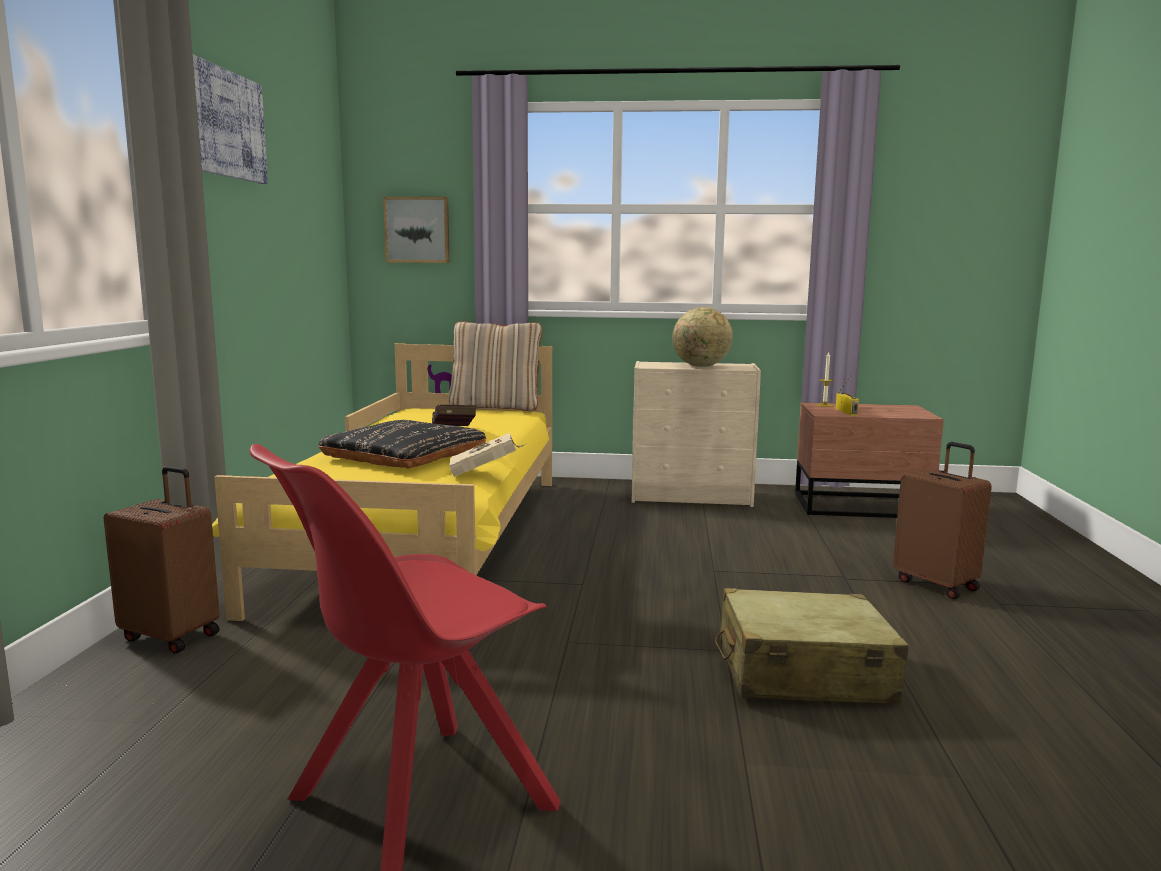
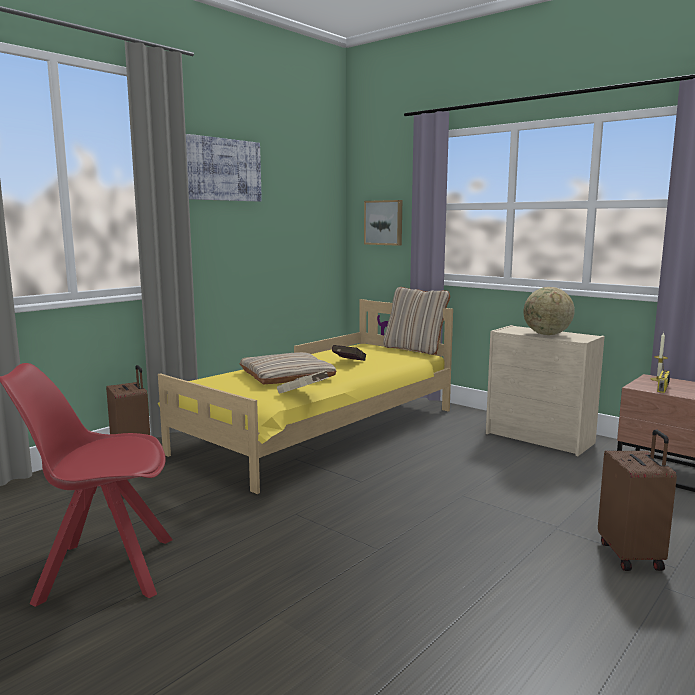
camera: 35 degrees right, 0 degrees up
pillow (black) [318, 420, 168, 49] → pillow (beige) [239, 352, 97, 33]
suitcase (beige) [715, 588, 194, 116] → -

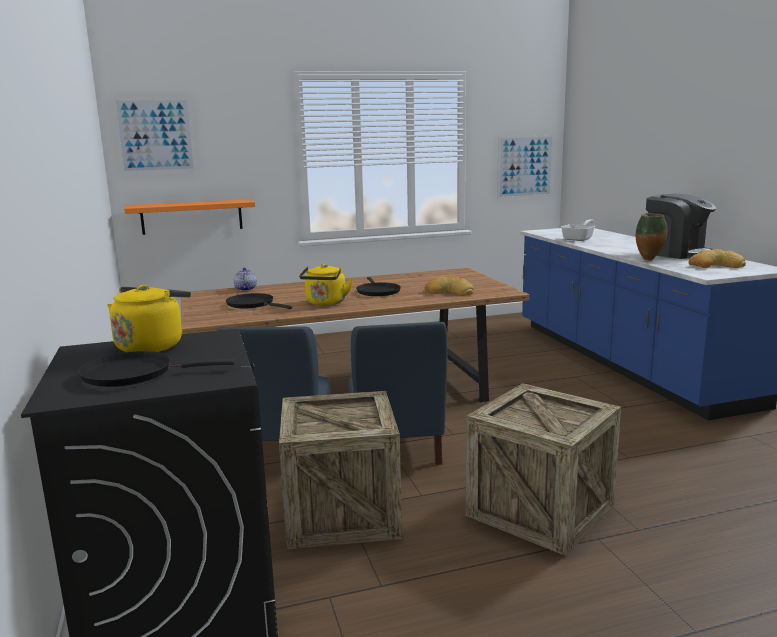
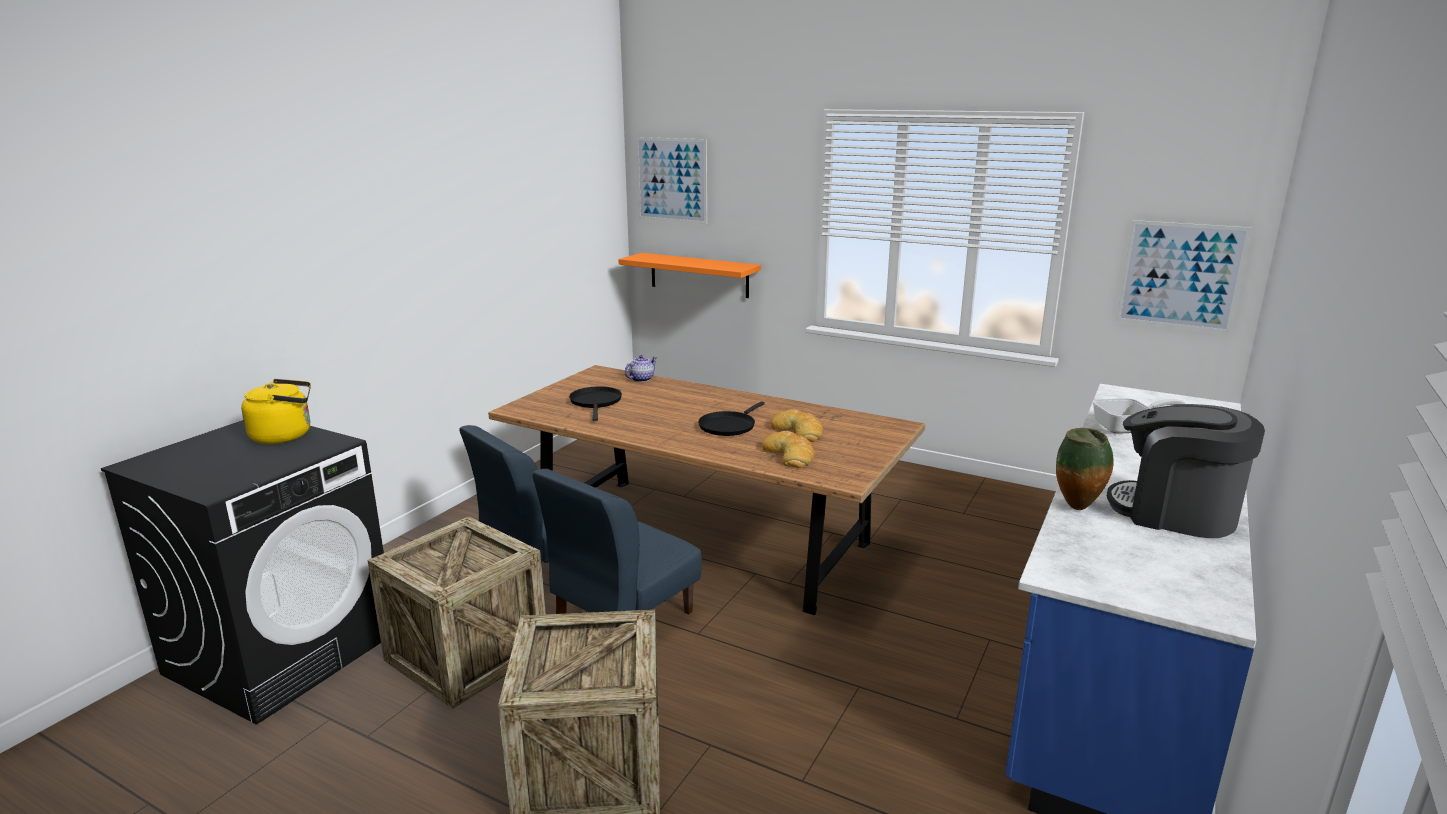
camera: 45 degrees right, 5 degrees up
bread [689, 249, 57, 19] → bread [770, 409, 53, 33], moved
coffee machine [646, 194, 70, 65] → coffee machine [1107, 404, 158, 134], 120 degrees clockwise
frying pan (black) [78, 351, 157, 36] → -
kettle (yellow) [299, 264, 54, 42] → -

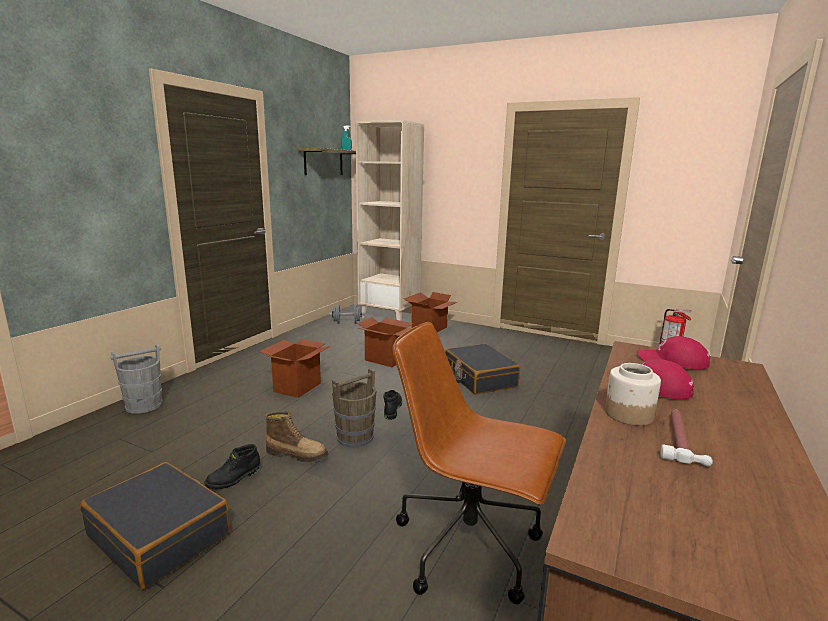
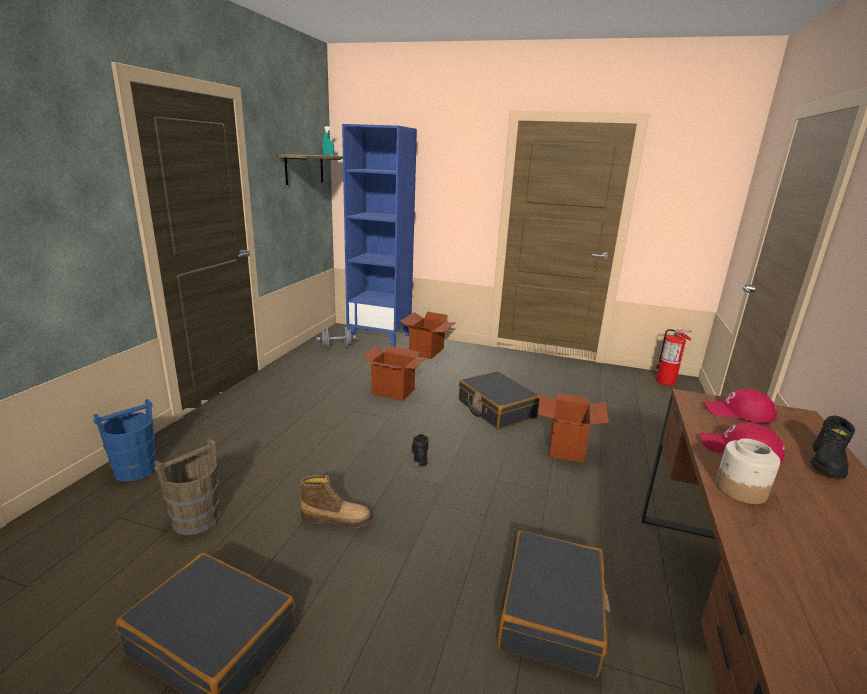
camera: 10 degrees left, 5 degrees up
bucket (grey) [110, 344, 53, 70] → bucket (blue) [93, 399, 63, 83]
bucket (brown) [332, 368, 45, 80] → bucket (brown) [154, 439, 66, 96], moved
bookcase (beige) [355, 120, 69, 201] → bookcase (blue) [342, 124, 75, 223]
office chair (brown) [392, 322, 174, 282] → suitcase (black) [498, 530, 112, 148]
cardboard box [259, 339, 72, 59] → cardboard box [538, 393, 71, 70], moved
boot (black) [205, 444, 56, 45] → boot (black) [811, 416, 44, 63], moved
hammer [660, 410, 53, 56] → -

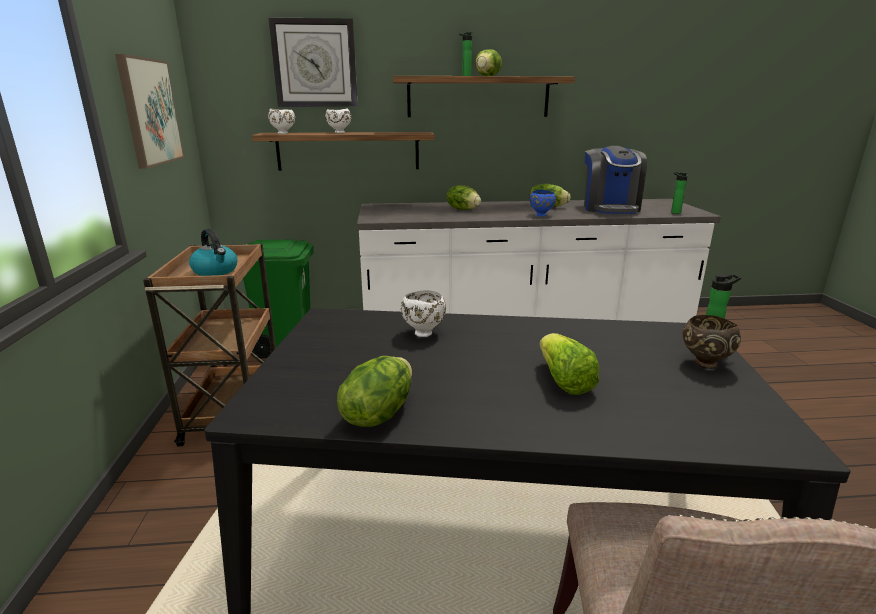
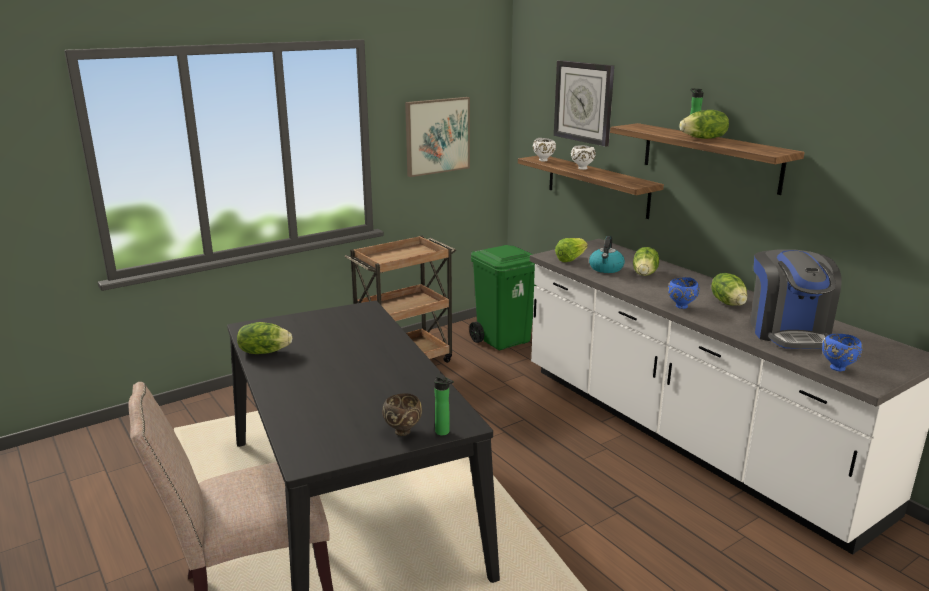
camera: 60 degrees right, 0 degrees up
lettuce [540, 333, 60, 62] → lettuce [555, 238, 33, 24], moved
kettle [189, 229, 48, 47] → kettle [589, 236, 36, 37], moved
coffee machine [584, 146, 63, 68] → coffee machine [751, 249, 91, 100], 60 degrees counterclockwise
bottle [671, 172, 16, 42] → bowl (blue) [822, 334, 41, 37]
bowl (white) [401, 290, 45, 47] → -

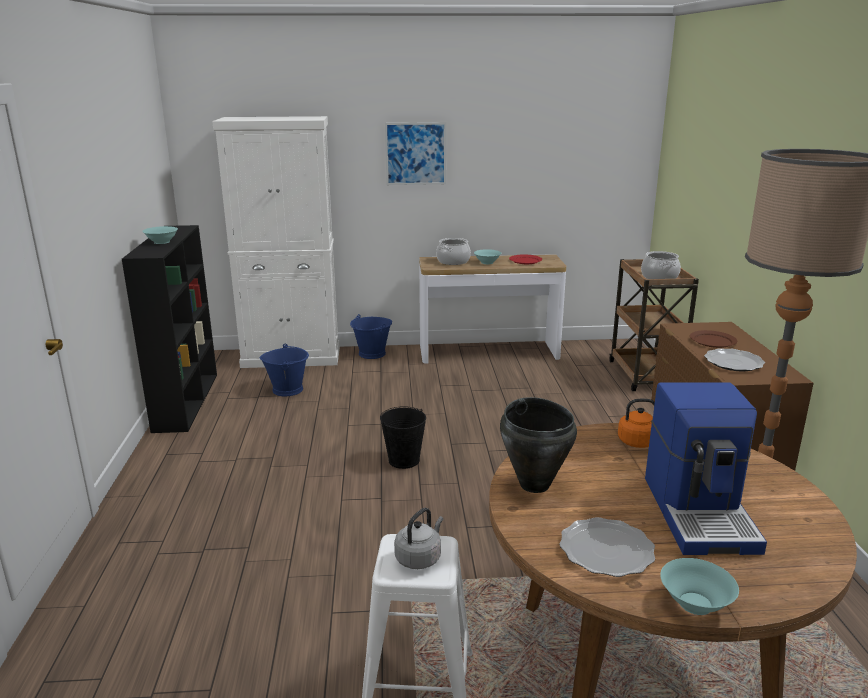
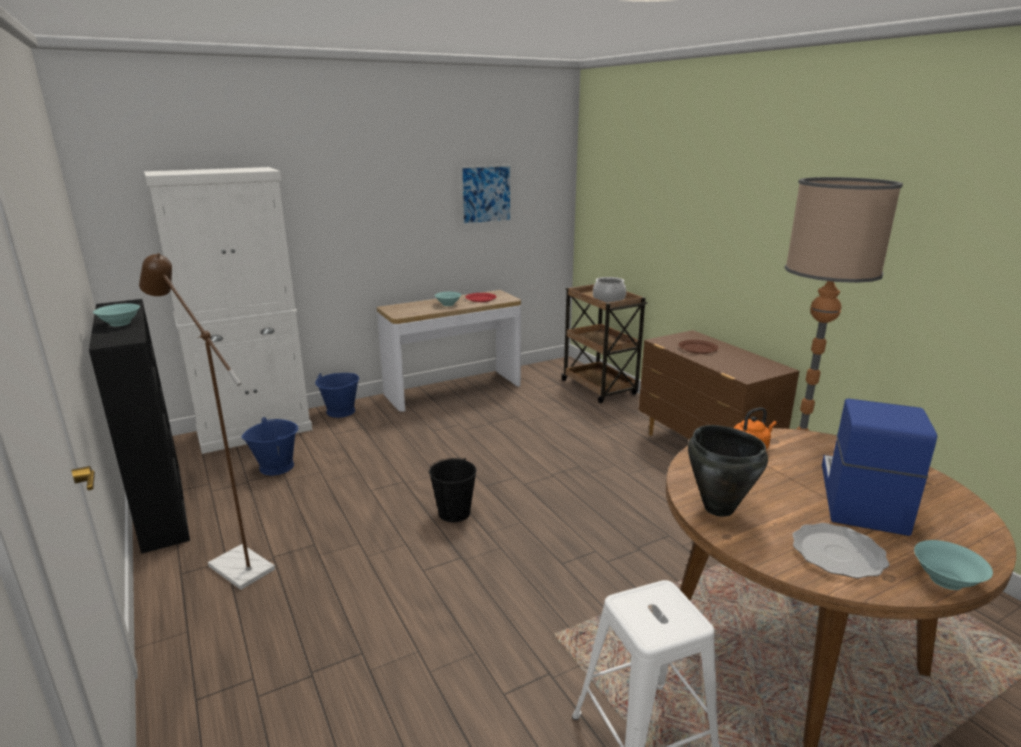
camera: 25 degrees left, 0 degrees up
- → floor lamp (brown) [139, 253, 136, 337]
picture [385, 122, 61, 63] → picture [460, 164, 52, 62], moved
coffee machine [645, 382, 122, 173] → coffee machine [822, 398, 115, 138], 135 degrees counterclockwise
kettle (grey) [394, 508, 49, 61] → -
cooking pot [436, 238, 35, 27] → -
plate [704, 348, 61, 23] → -

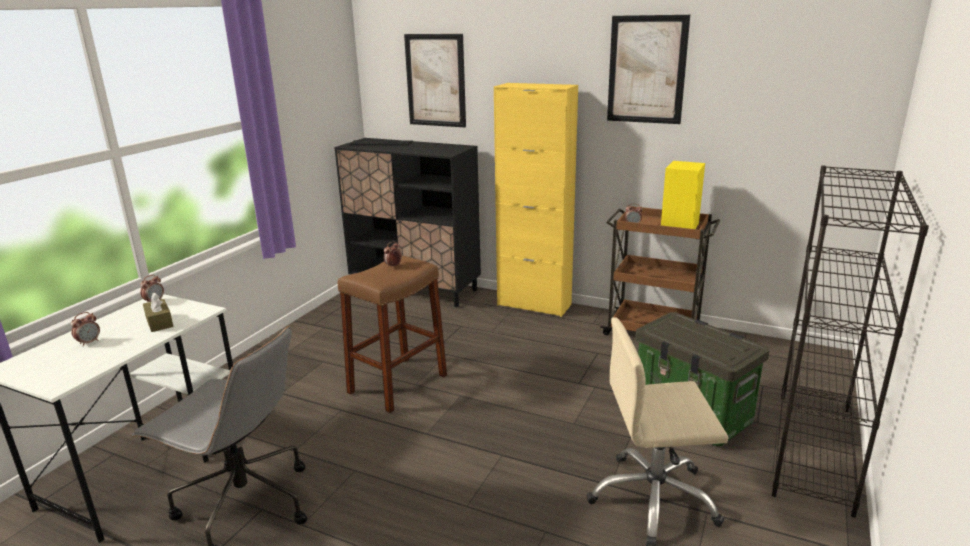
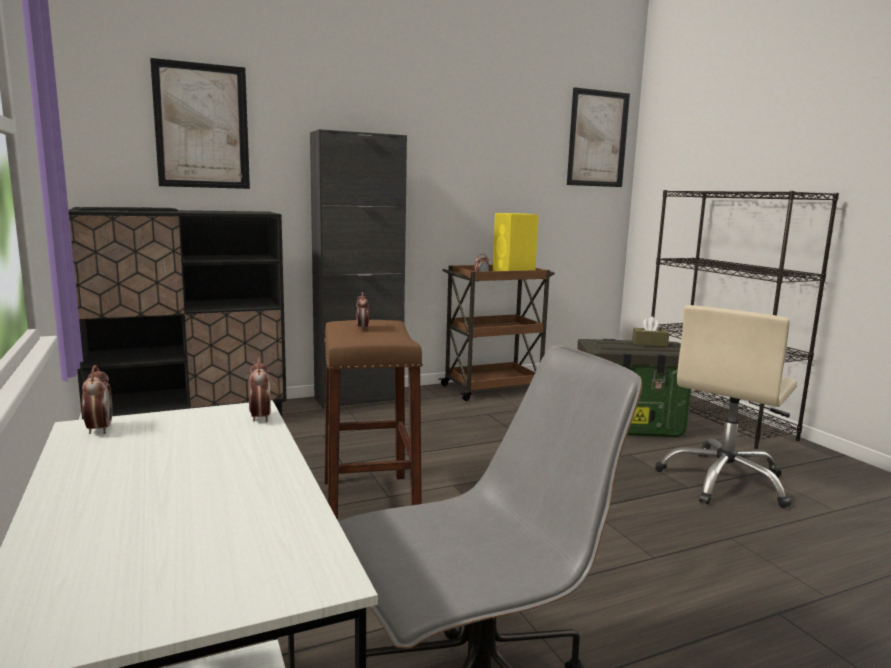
camera: 50 degrees left, 10 degrees down
alarm clock [71, 312, 29, 34] → alarm clock [249, 357, 22, 65], moved
cabinet (yellow) [494, 83, 84, 234] → cabinet (black) [310, 129, 97, 280]
picture [607, 15, 83, 109] → picture [567, 87, 63, 100], moved
tissue box (brown) [143, 292, 31, 40] → tissue box (brown) [632, 317, 37, 30], moved

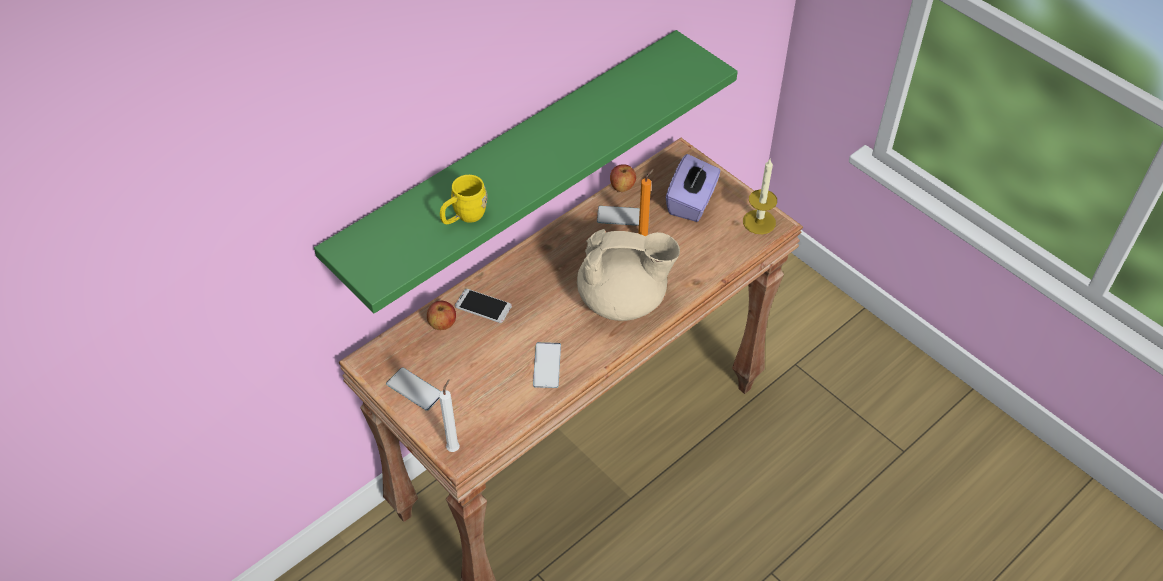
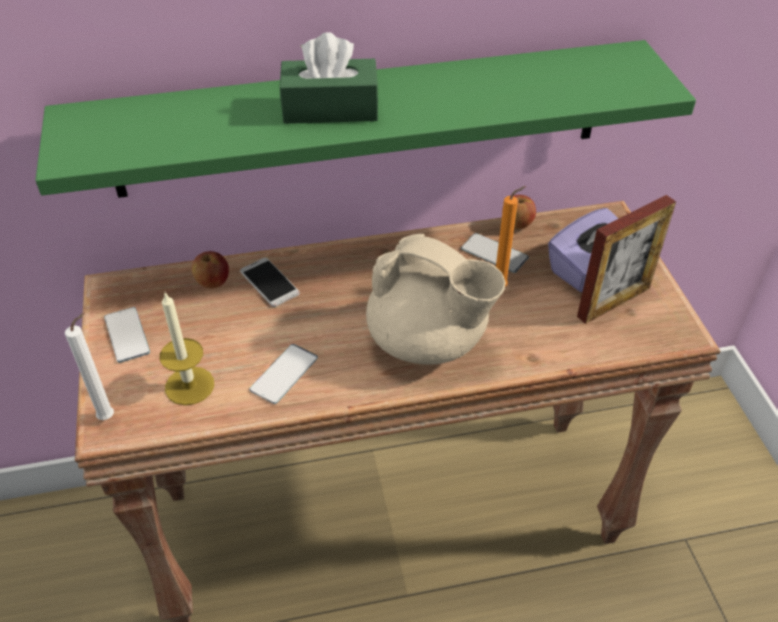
camera: 30 degrees right, 5 degrees down
candle [743, 159, 34, 75] → candle [160, 293, 54, 112], moved
- → tissue box (green) [280, 32, 99, 92]
- → picture frame [577, 195, 99, 129]
mug (yellow) [440, 175, 47, 49] → -

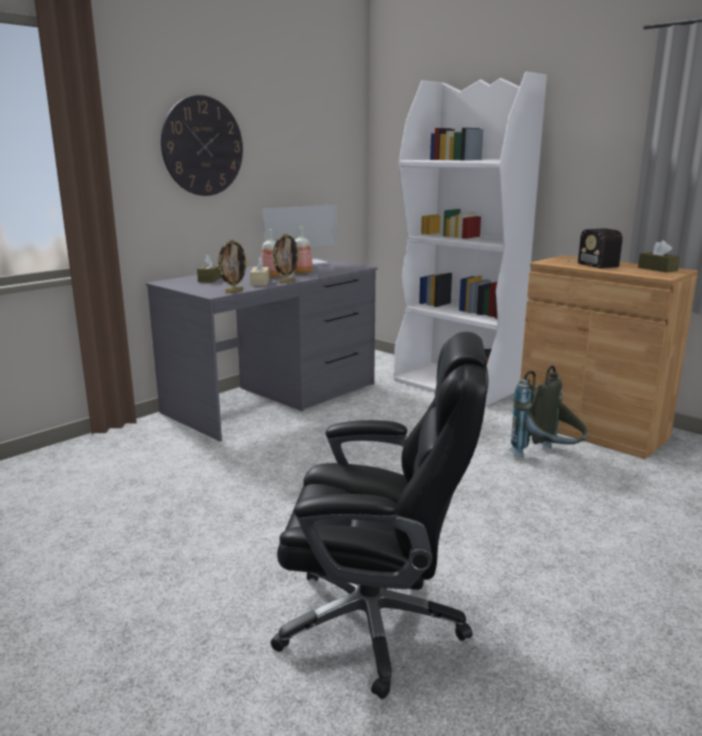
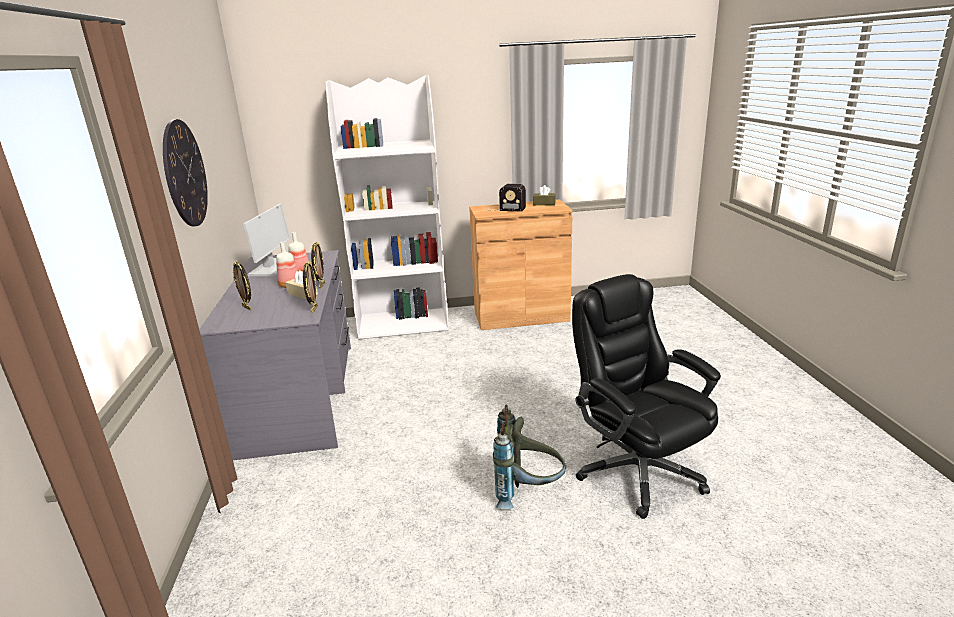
camera: 50 degrees left, 5 degrees up
tissue box (brown) [197, 254, 24, 29] → picture frame [233, 261, 18, 49]
backpack (grey) [508, 366, 80, 91] → backpack (grey) [493, 405, 73, 104], moved
office chair (black) [270, 332, 218, 367] → office chair (black) [572, 274, 149, 245], 75 degrees counterclockwise

